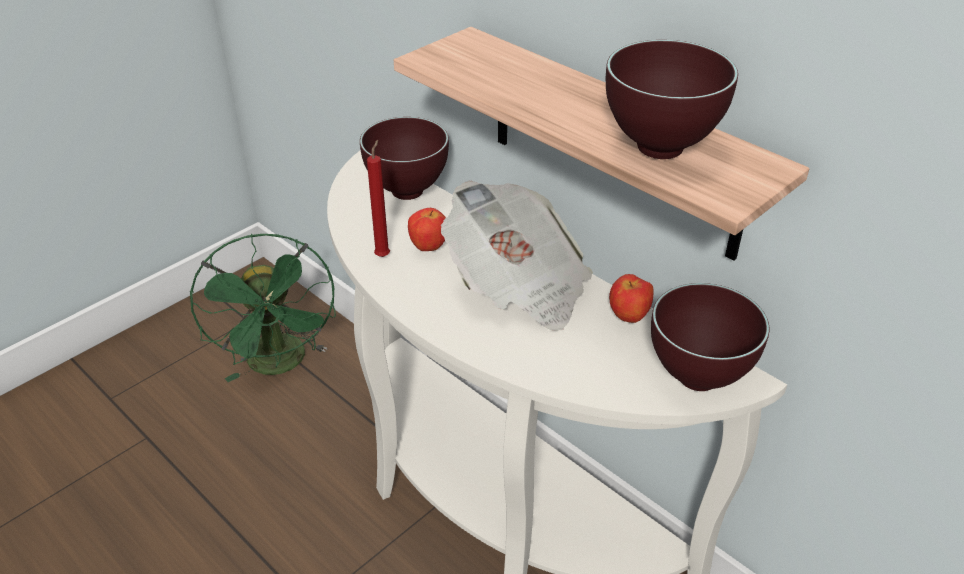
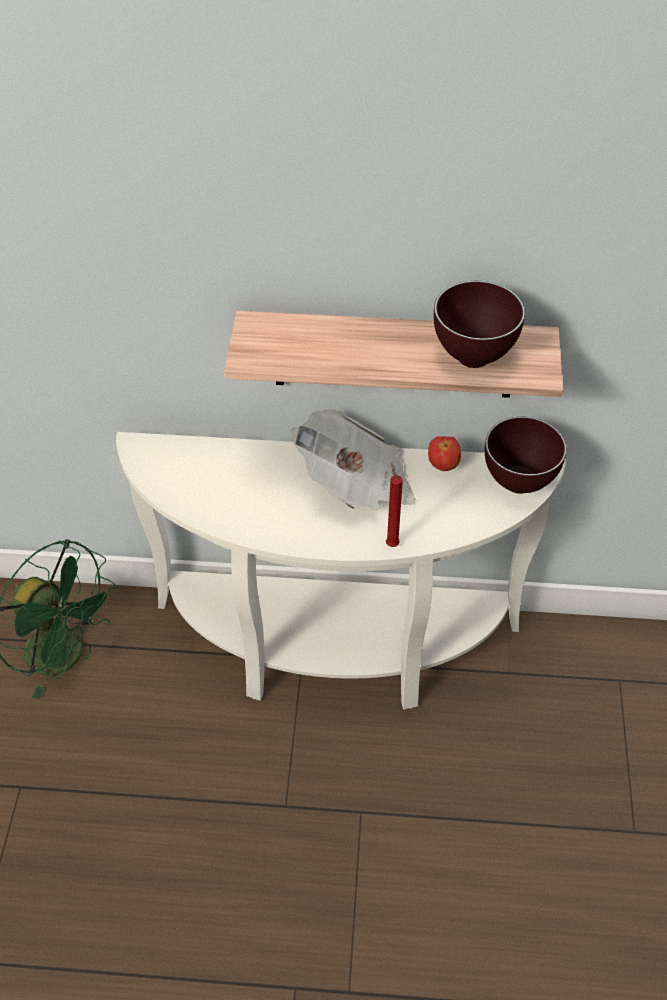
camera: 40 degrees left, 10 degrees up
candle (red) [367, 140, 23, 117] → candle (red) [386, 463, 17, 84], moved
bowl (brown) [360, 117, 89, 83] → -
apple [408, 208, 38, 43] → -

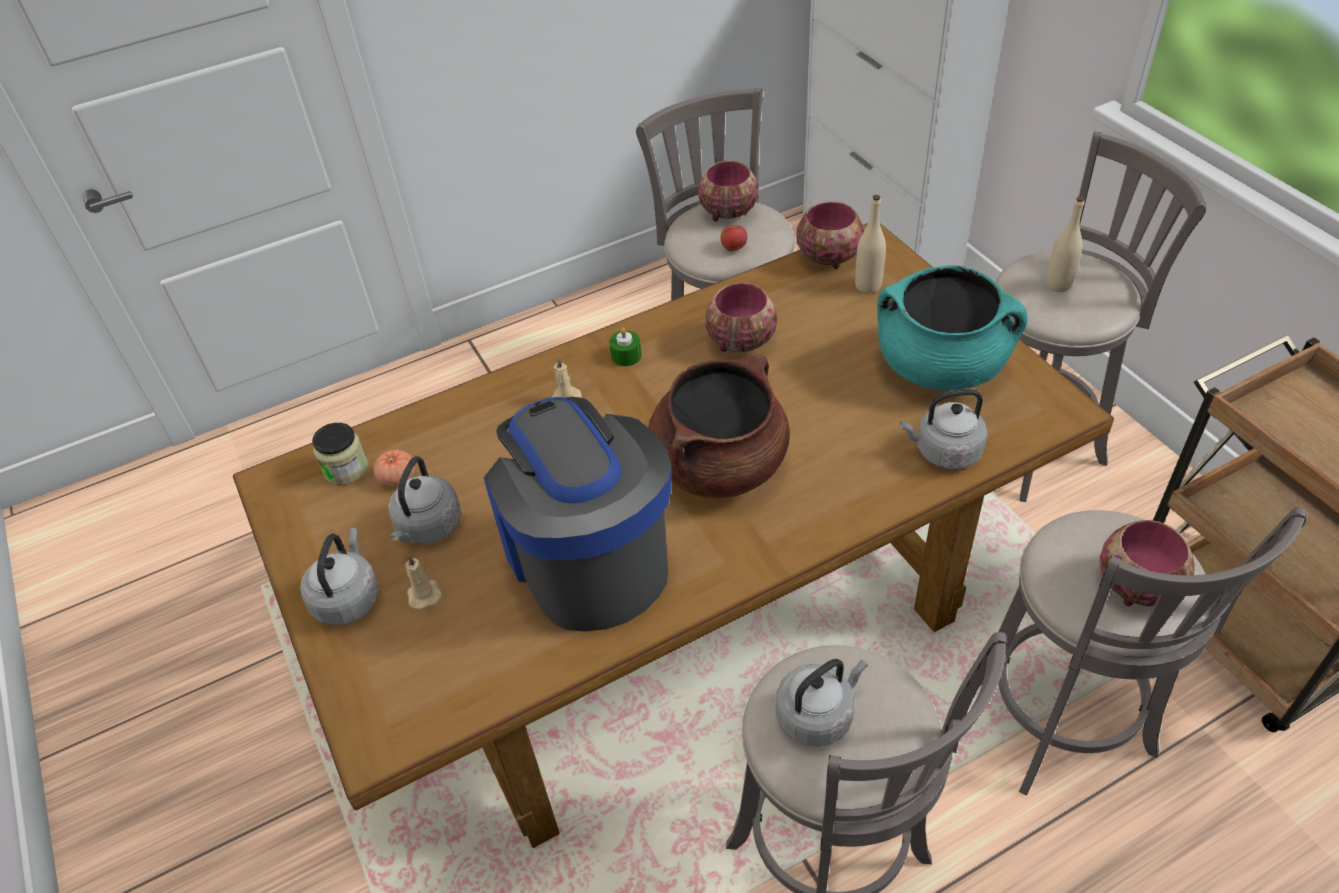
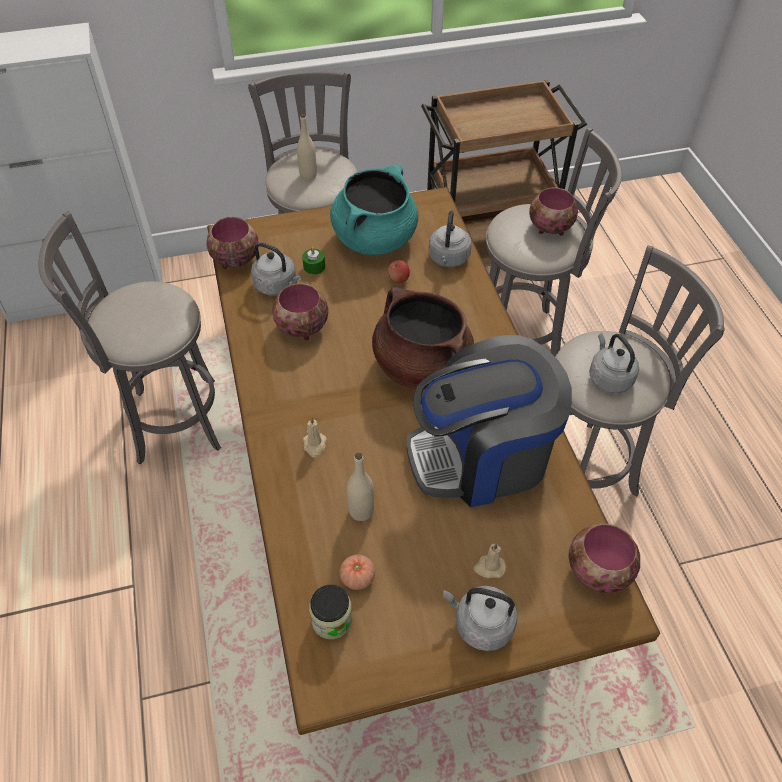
camera: 80 degrees left, 5 degrees up
kettle (grey) [389, 456, 72, 88] → kettle (grey) [251, 242, 50, 53], moved
candle (green) [609, 328, 32, 38] → candle (green) [302, 247, 23, 28], moved
bottle (beige) [855, 195, 31, 98] → bottle (beige) [347, 453, 27, 68], moved
apple [720, 225, 27, 27] → apple [388, 260, 22, 23], moved
bowl [698, 161, 61, 60] → bowl [568, 523, 72, 70], moved

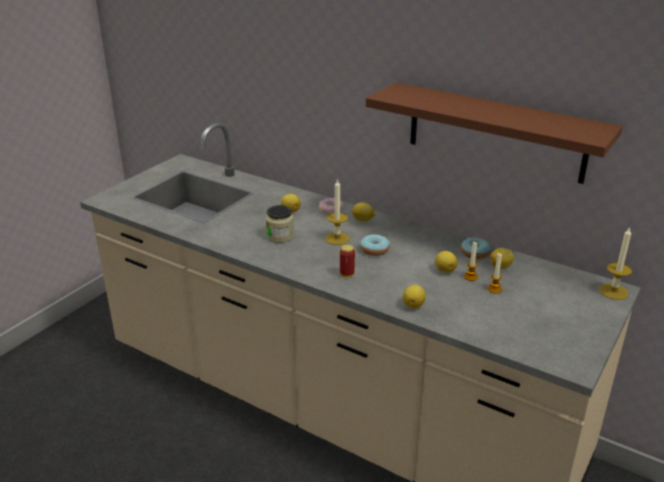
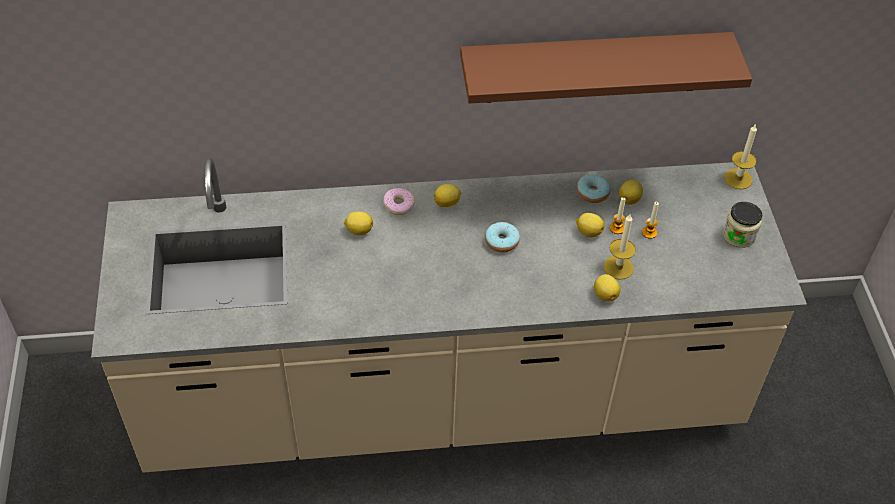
camera: 40 degrees left, 20 degrees up
candle [325, 179, 25, 66] → candle [604, 214, 32, 66], moved
jar [266, 205, 28, 38] → jar [723, 202, 40, 46], moved
can [340, 245, 15, 33] → -

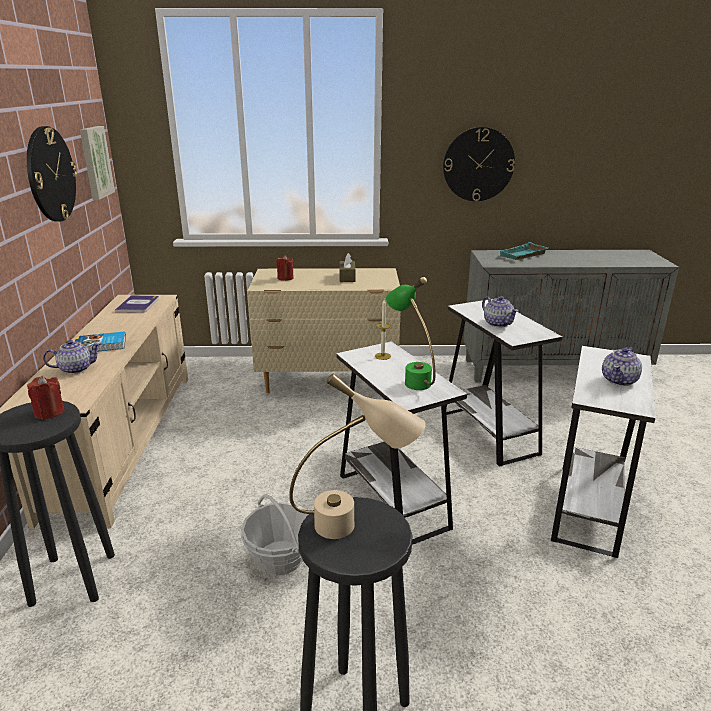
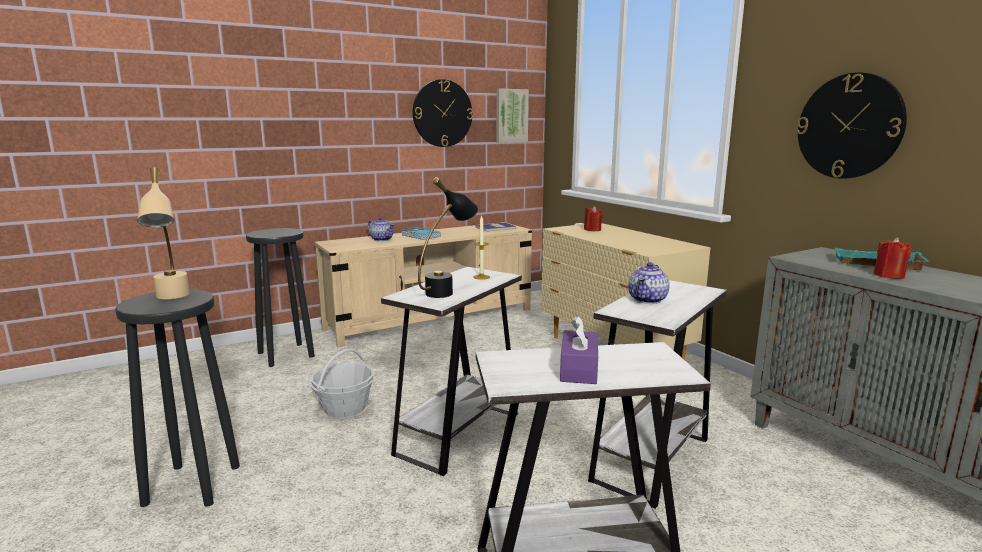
camera: 60 degrees right, 10 degrees down
table lamp (green) [386, 277, 50, 113] → table lamp (black) [418, 177, 60, 121]
teapot [602, 347, 40, 39] → tissue box (purple) [560, 315, 38, 69]
candle (red) [27, 376, 37, 44] → candle (red) [873, 237, 39, 42], moved
tissue box (brown) [339, 253, 17, 29] → -

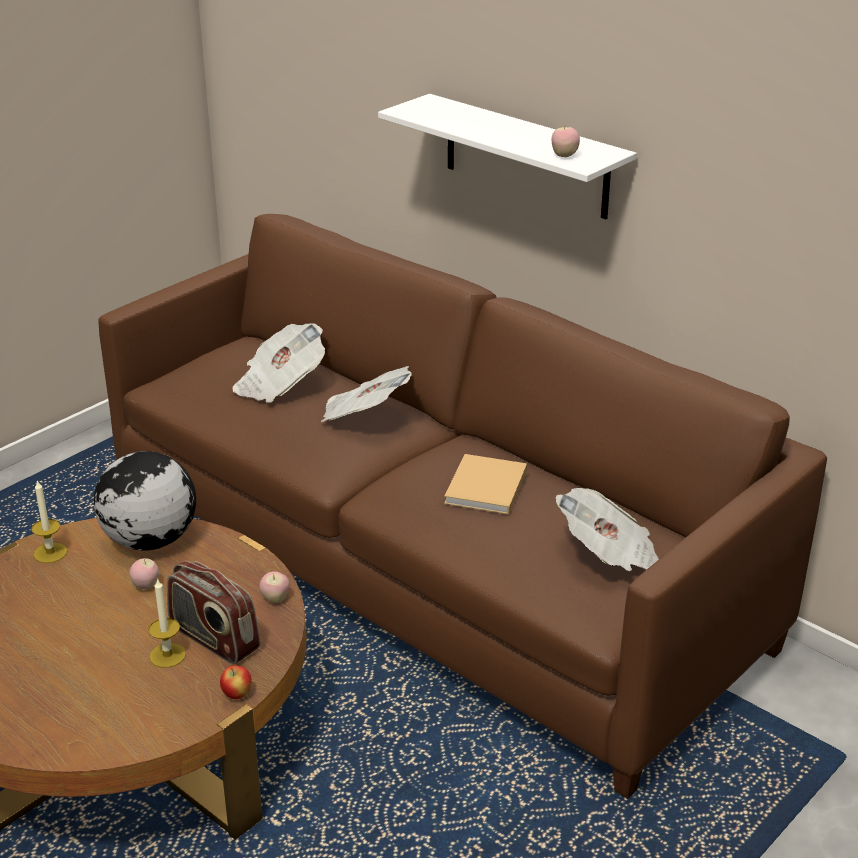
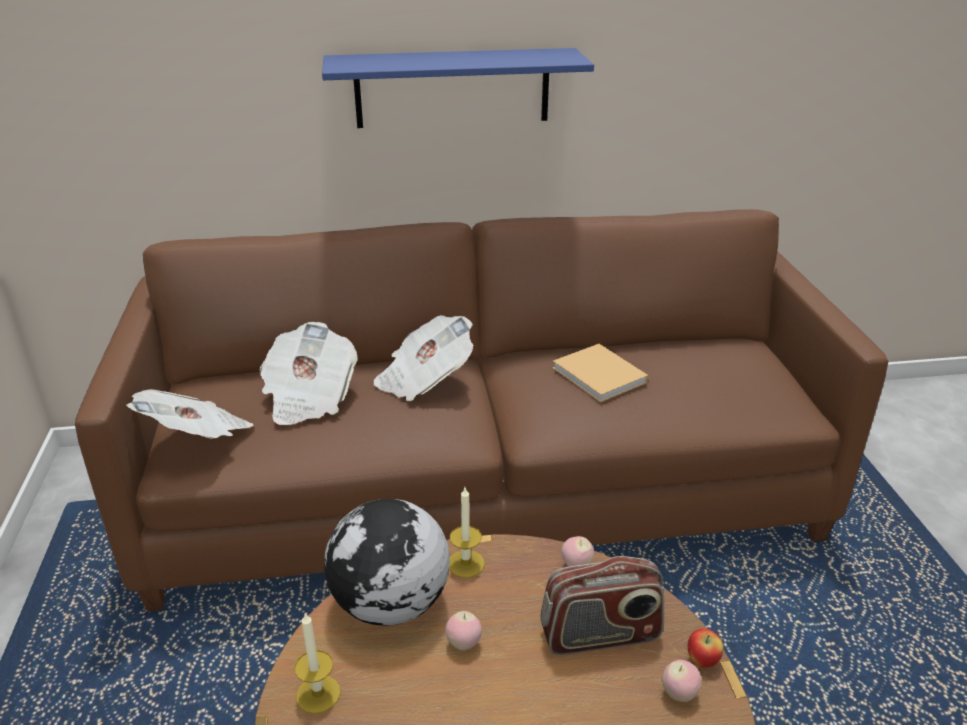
camera: 50 degrees left, 0 degrees up
newspaper [556, 488, 103, 83] → newspaper [126, 389, 127, 50], moved
shelf (white) [378, 94, 259, 125] → shelf (blue) [322, 48, 272, 80]
candle [148, 578, 38, 90] → candle [449, 488, 36, 90], moved
apple [552, 123, 28, 34] → apple [662, 660, 39, 42], moved

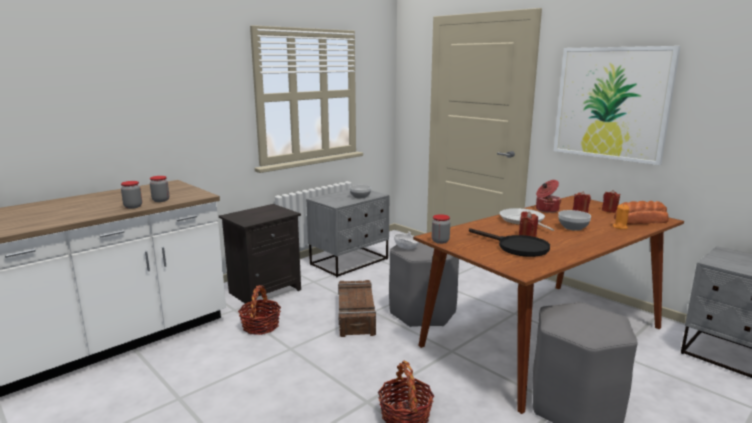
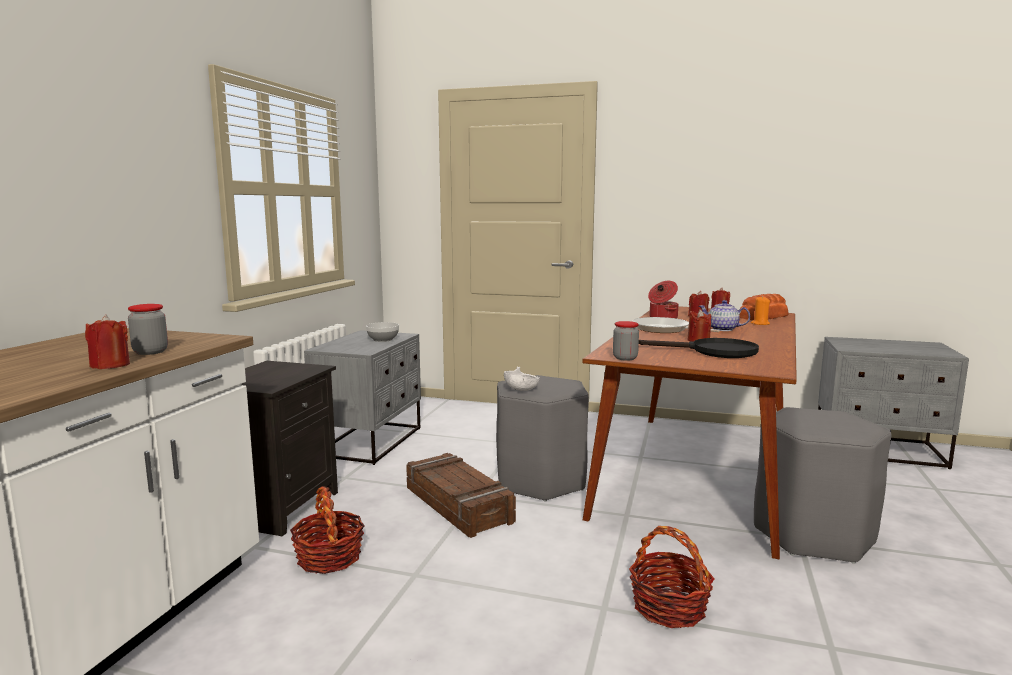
camera: 30 degrees left, 5 degrees down
jar [121, 181, 21, 28] → candle (red) [85, 315, 45, 54]
bowl [558, 210, 33, 21] → teapot [699, 300, 51, 31]
picture [554, 46, 127, 119] → -

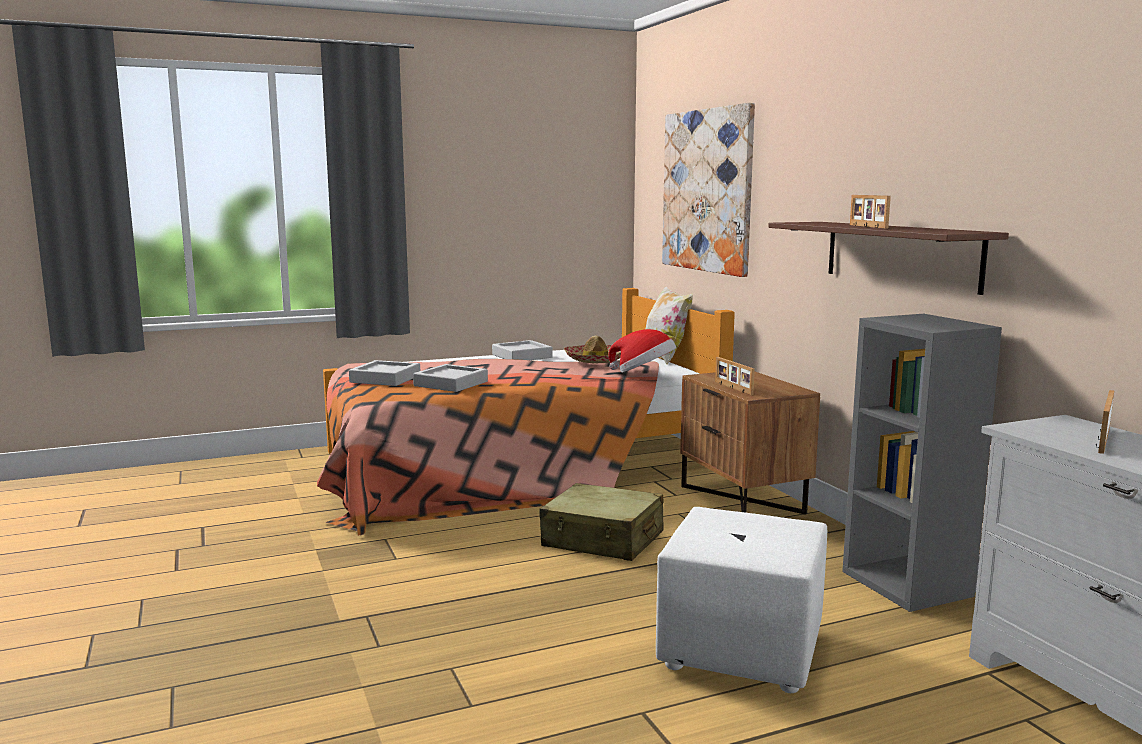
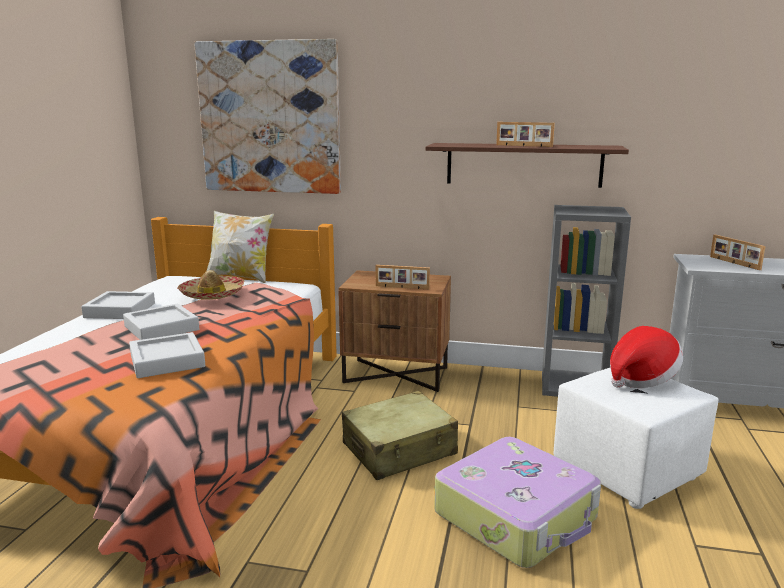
camera: 55 degrees left, 5 degrees up
tray (grey) [349, 360, 71, 26] → tray (grey) [123, 303, 76, 37], moved
- → suitcase [434, 437, 167, 131]
hat [608, 329, 68, 44] → hat [610, 326, 73, 62], moved

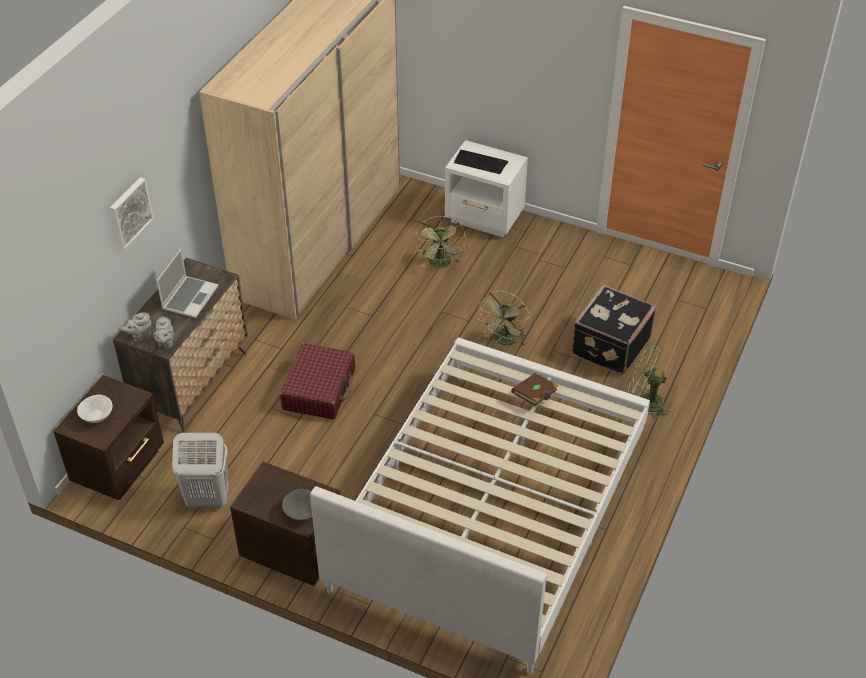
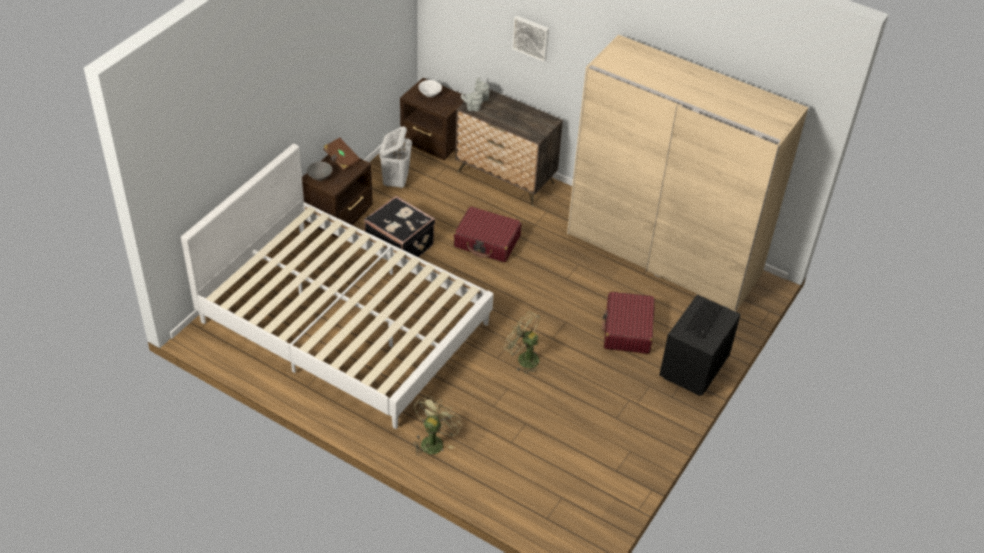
camera: 95 degrees right, 0 degrees up
book (brown) [511, 373, 48, 33] → book (brown) [323, 137, 38, 34], moved
suitcase (black) [571, 284, 85, 91] → suitcase (black) [364, 196, 71, 72], moved
fan (green) [415, 216, 51, 52] → suitcase (red) [602, 292, 53, 62]
nightstand (white) [445, 140, 83, 97] → nightstand (black) [659, 294, 82, 102]
laptop [157, 249, 62, 69] → -

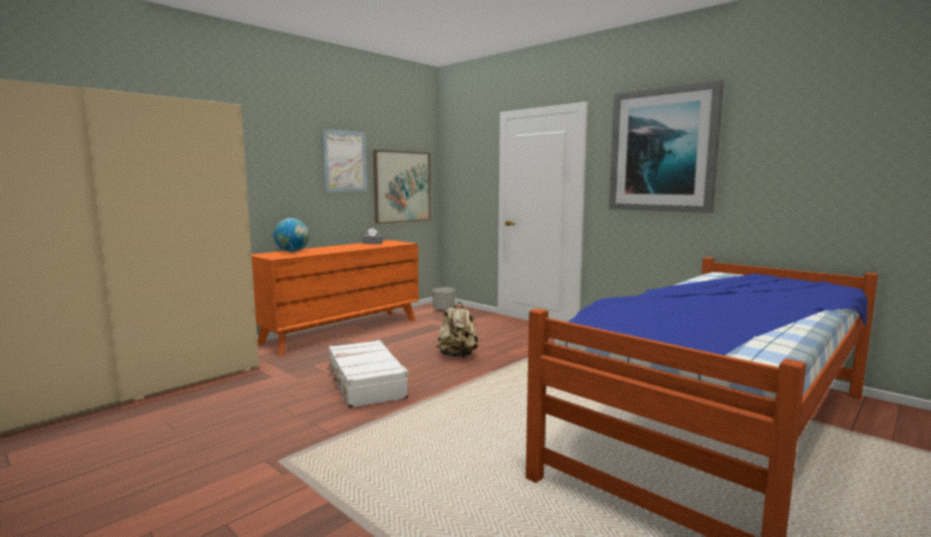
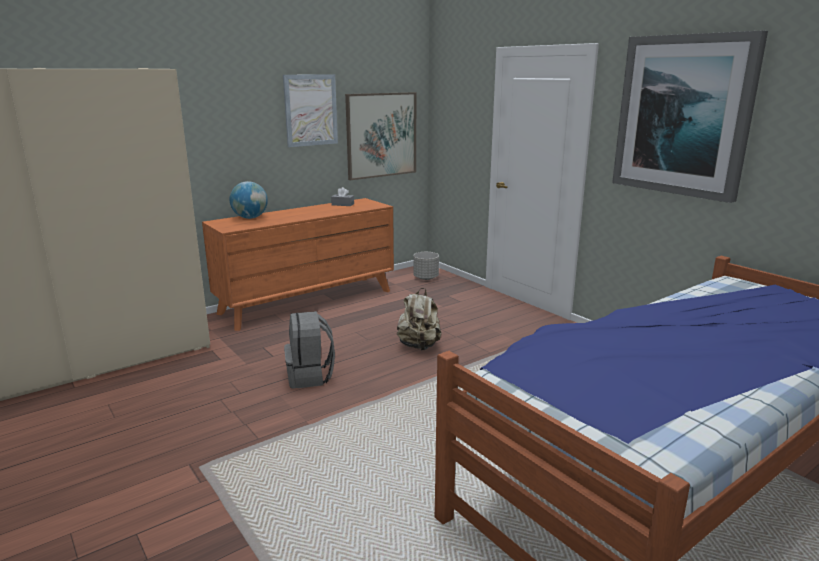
camera: 10 degrees right, 10 degrees up
suitcase (white) [327, 340, 82, 68] → backpack (grey) [284, 311, 51, 77]

